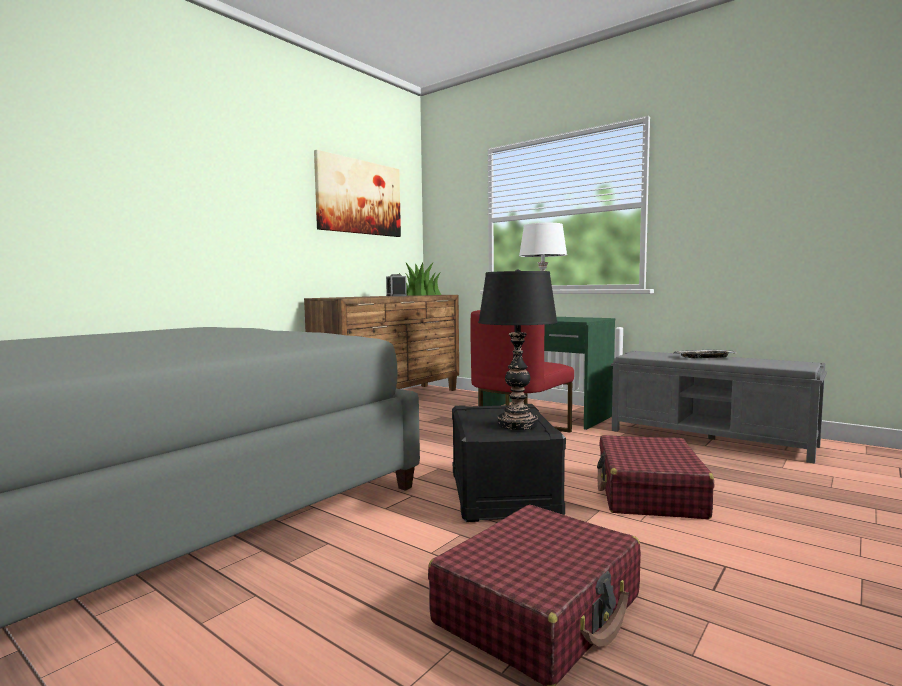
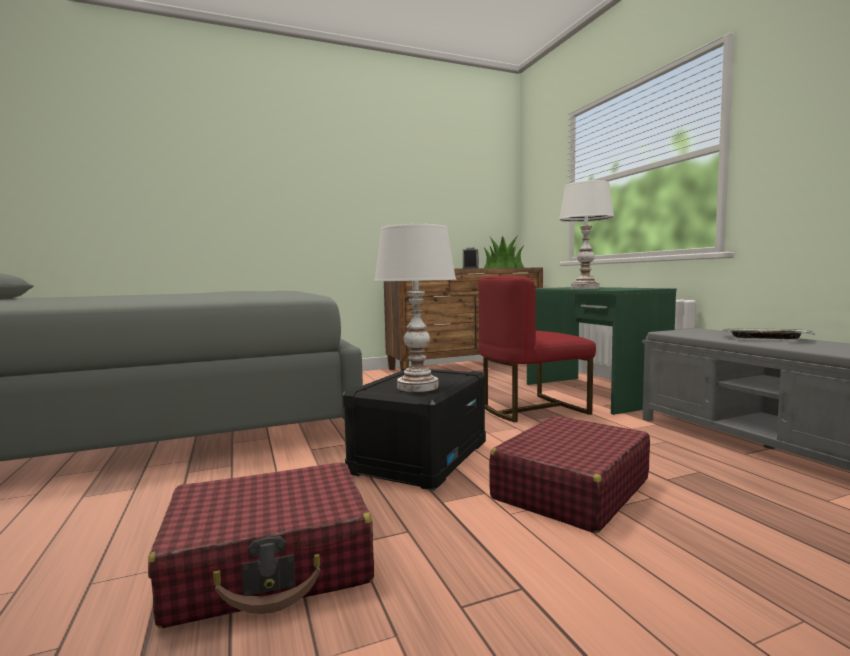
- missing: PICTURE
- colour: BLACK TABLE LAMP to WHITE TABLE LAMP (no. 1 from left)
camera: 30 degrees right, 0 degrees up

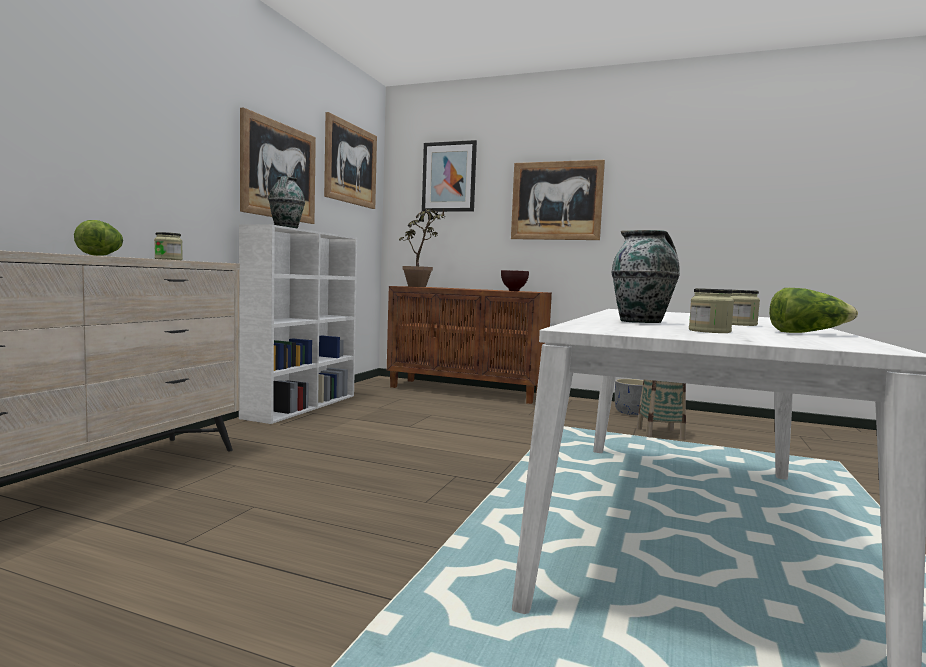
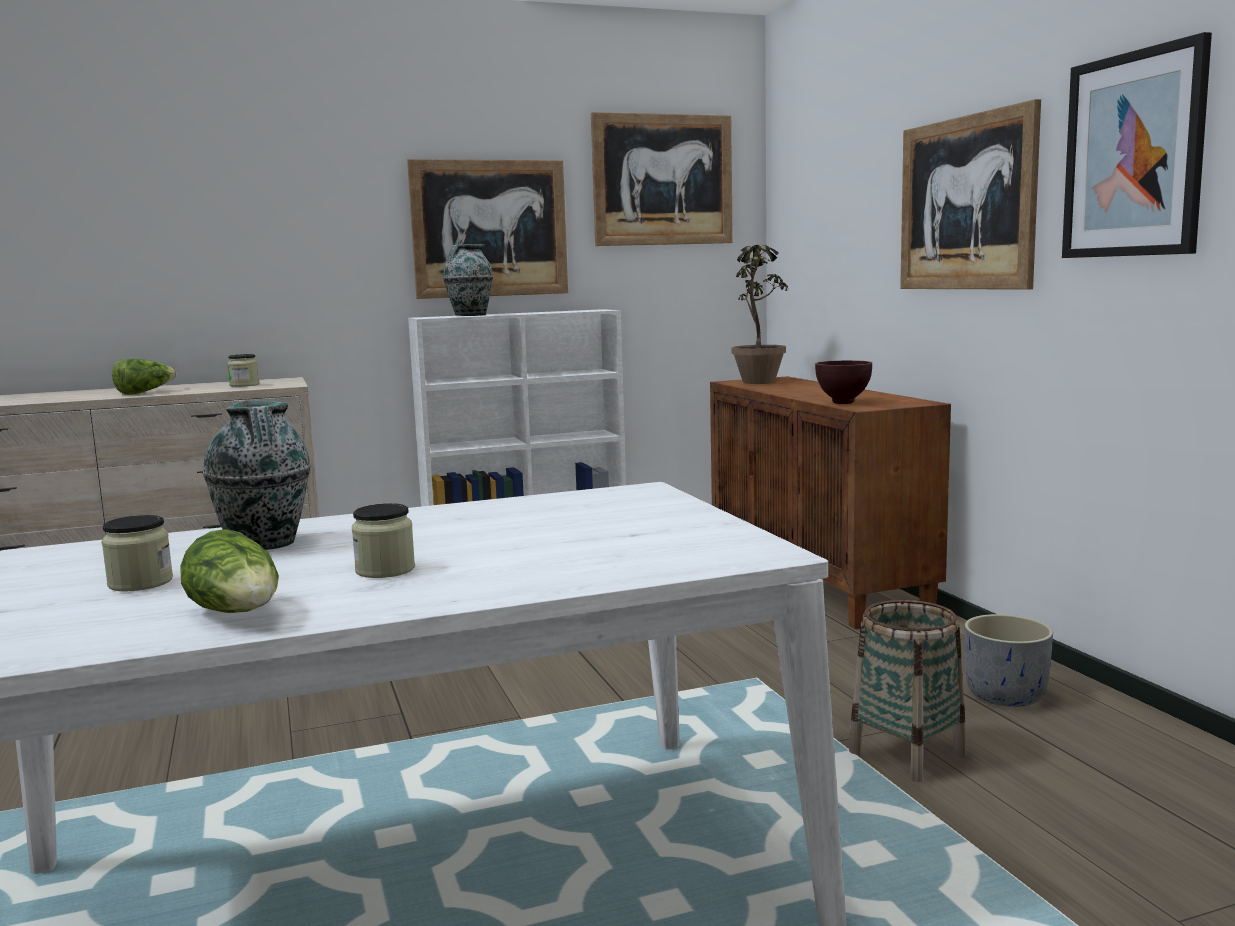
- relocated: PICTURE (no. 3 from left in the first image) to PICTURE (no. 4 from left)
camera: 50 degrees right, 5 degrees up

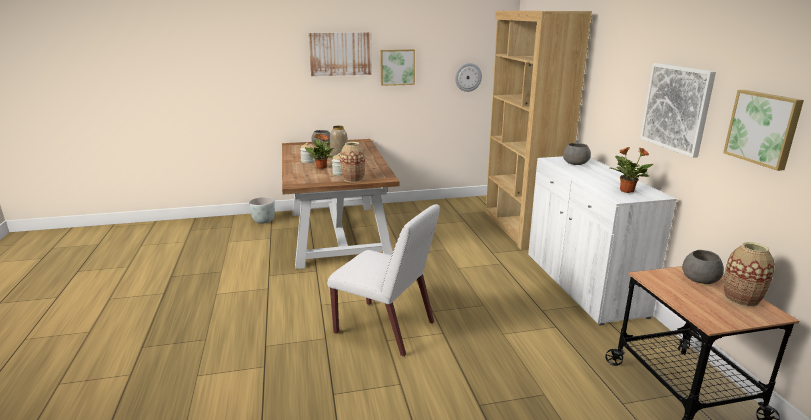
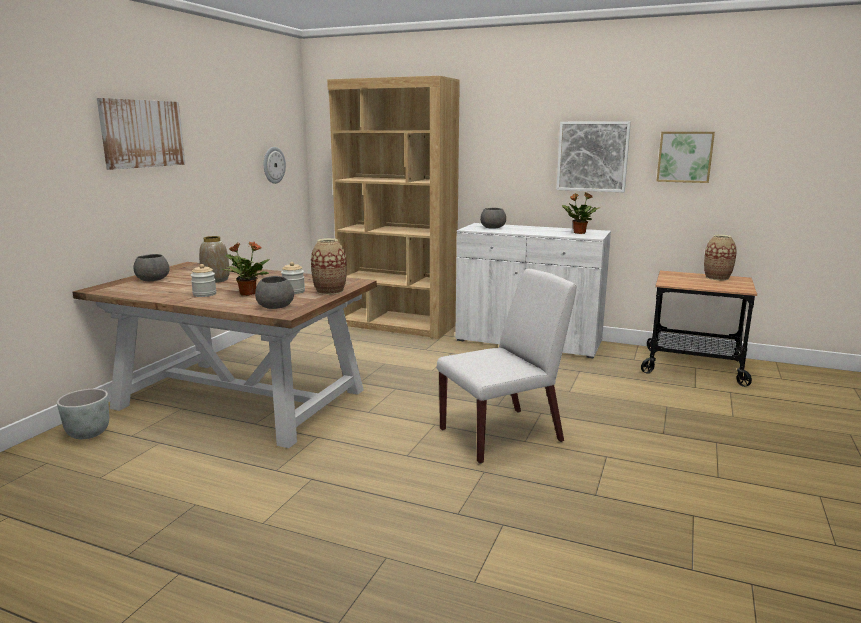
- missing: PICTURE (no. 2 from left)
- relocated: GREY BOWL (no. 3 from left in the first image) to GREY BOWL (no. 2 from left)
camera: 55 degrees left, 5 degrees down

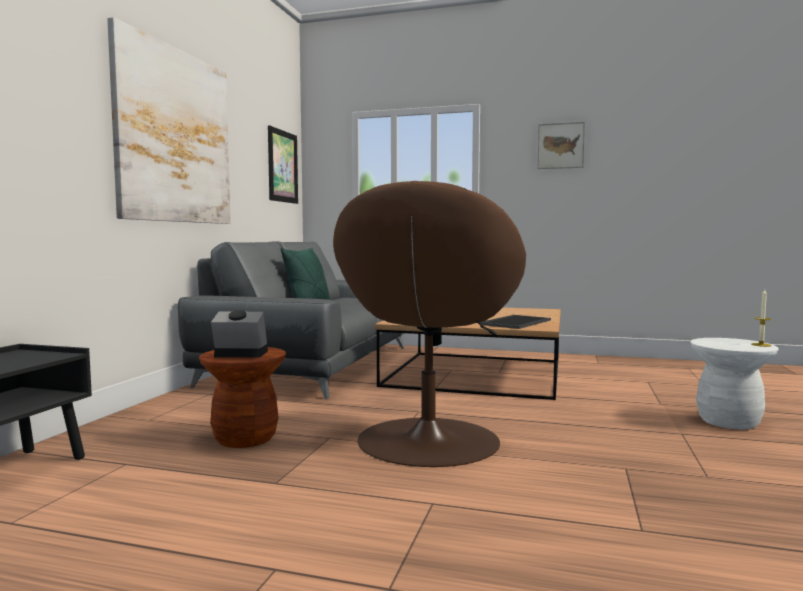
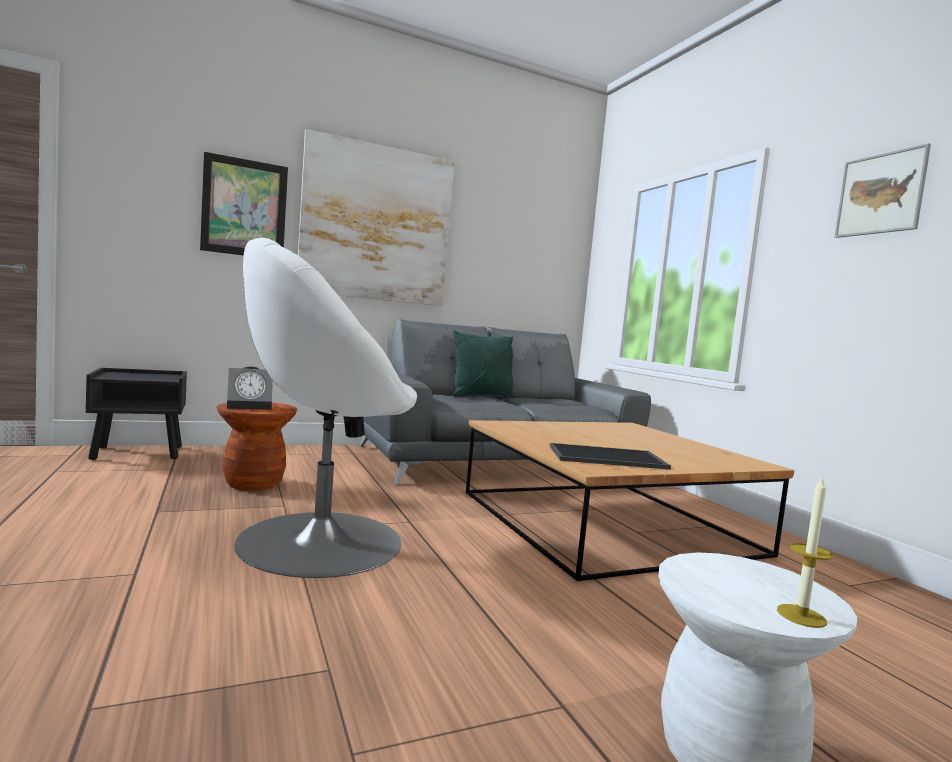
- relocated: PICTURE (no. 2 from left in the first image) to PICTURE (no. 1 from left)
- colour: BROWN ARMCHAIR to WHITE ARMCHAIR
- spun: ALARM CLOCK 105 degrees clockwise
camera: 50 degrees right, 0 degrees up

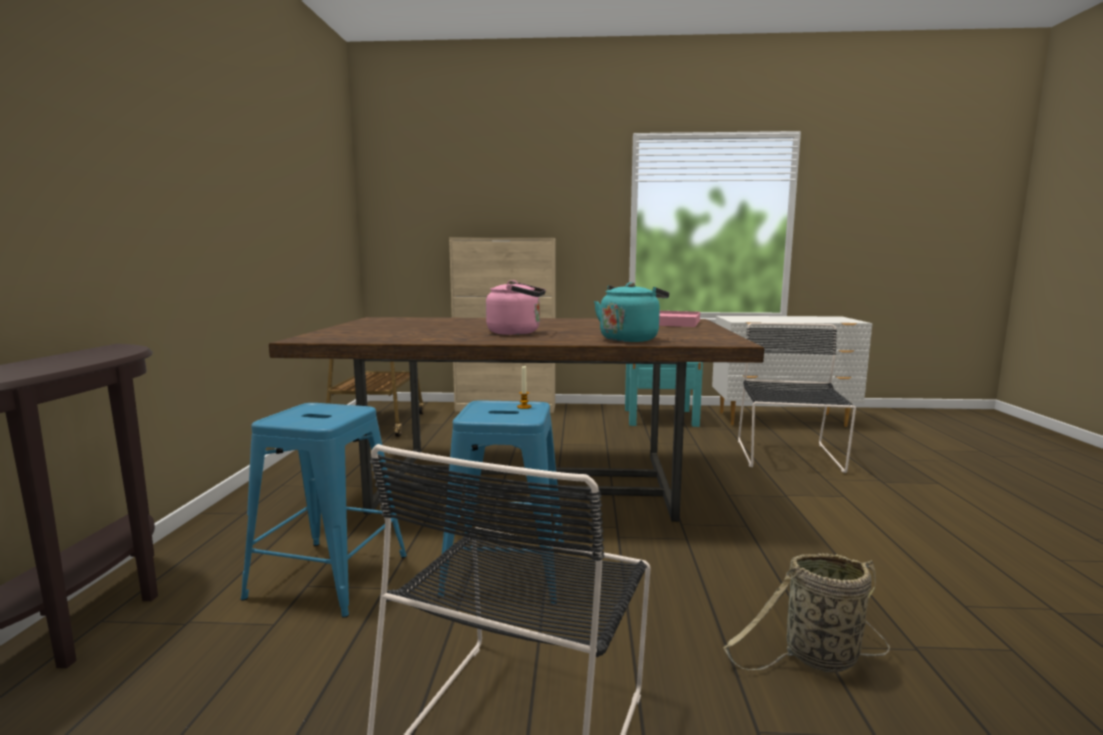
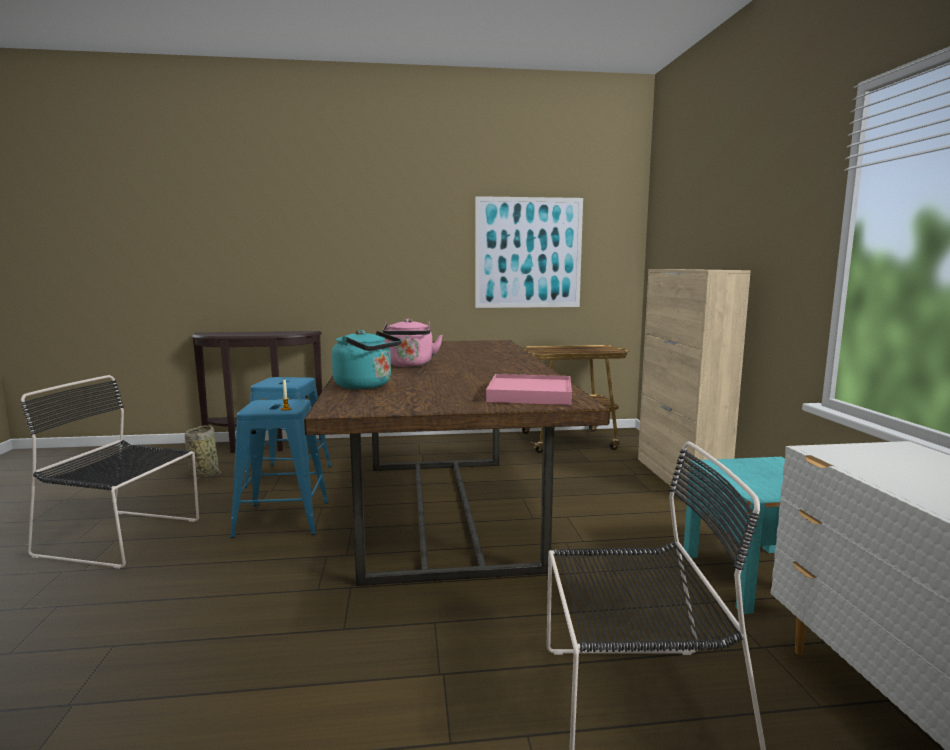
- appeared: PICTURE
- relocated: BASKET
camera: 80 degrees right, 0 degrees up

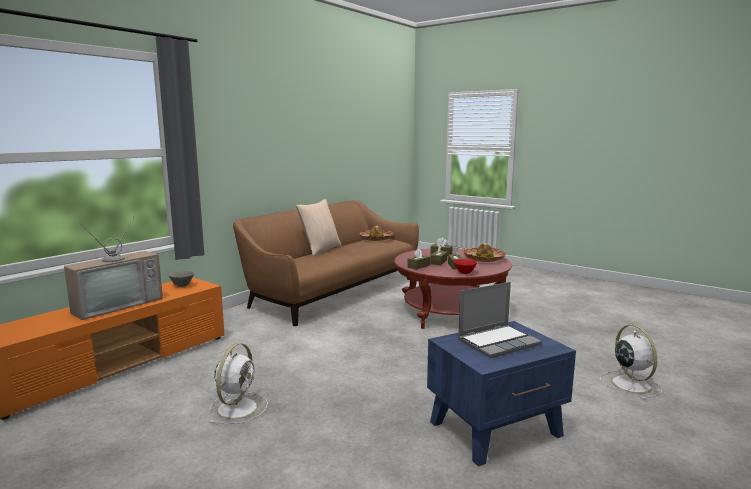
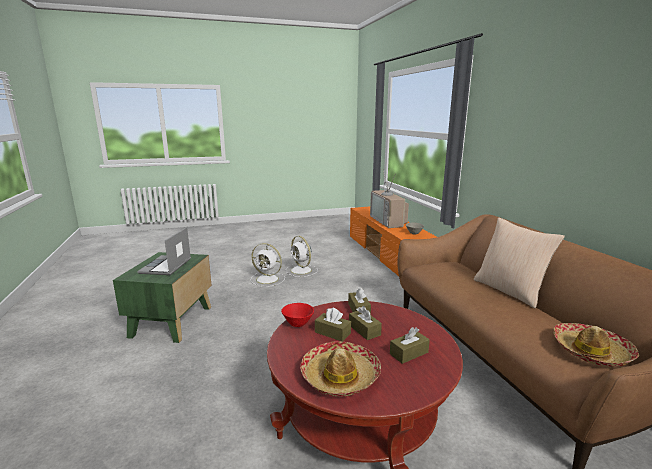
- relocated: WHITE FAN (no. 2 from left in the first image) to WHITE FAN (no. 1 from left)
- colour: BLUE SIDE TABLE to GREEN SIDE TABLE
camera: 125 degrees right, 5 degrees up

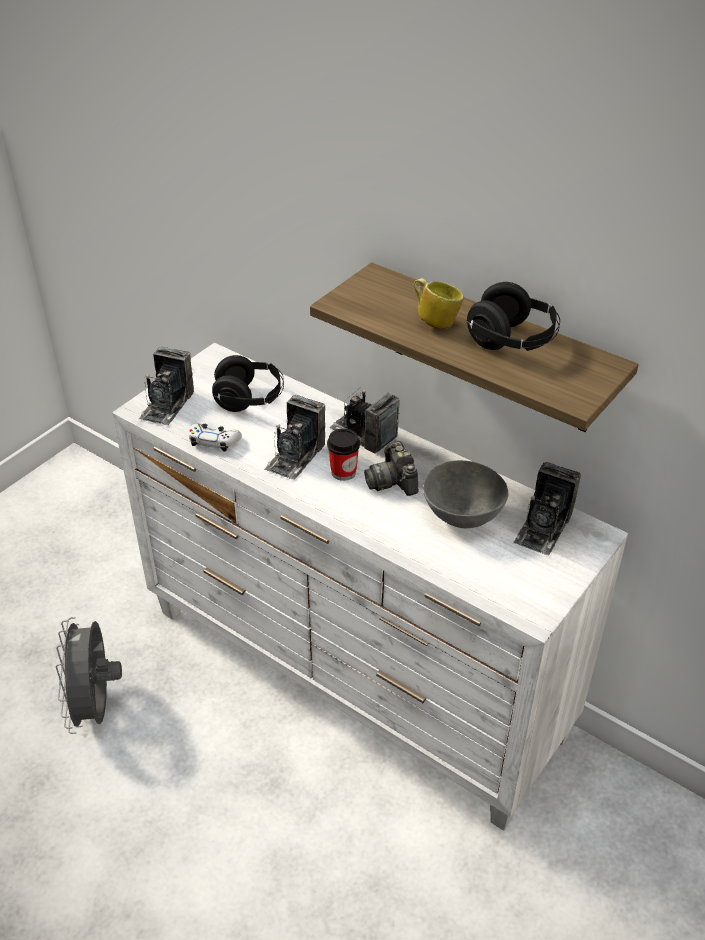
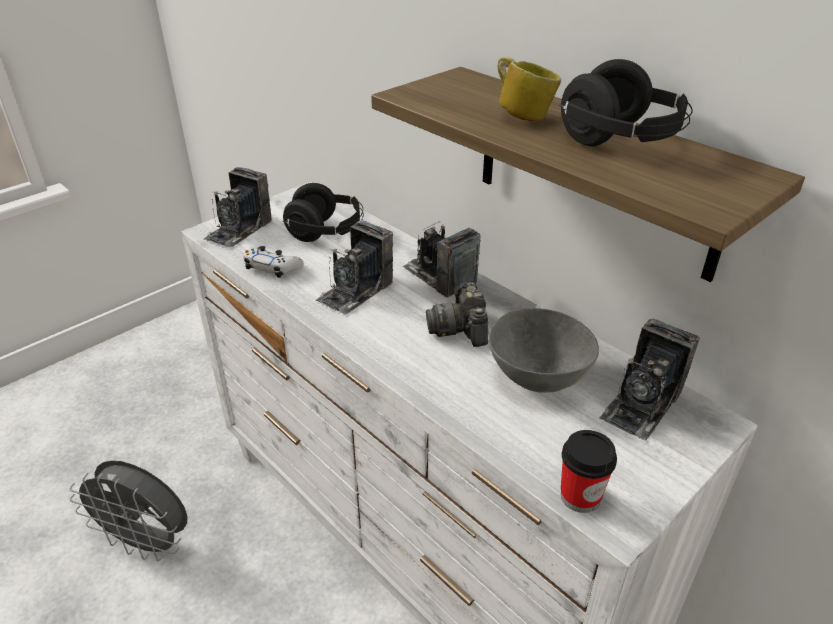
- relocated: CUP
- spun: GREY FAN 75 degrees counterclockwise
camera: 10 degrees right, 5 degrees down

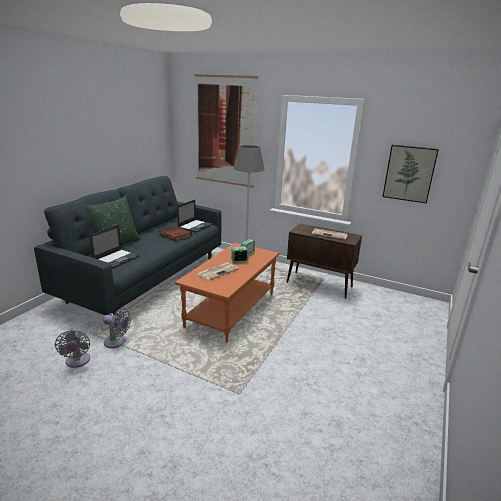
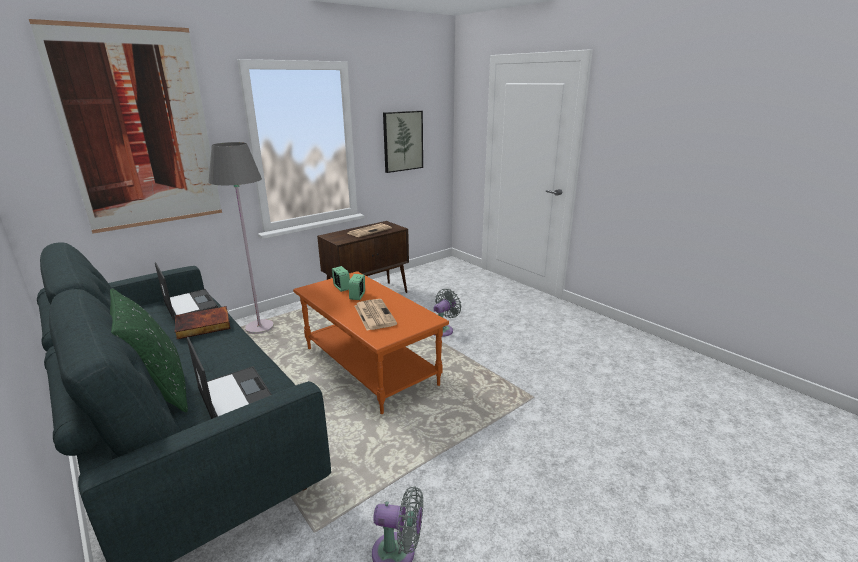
- relocated: GREY FAN (no. 2 from left)
camera: 65 degrees left, 0 degrees up

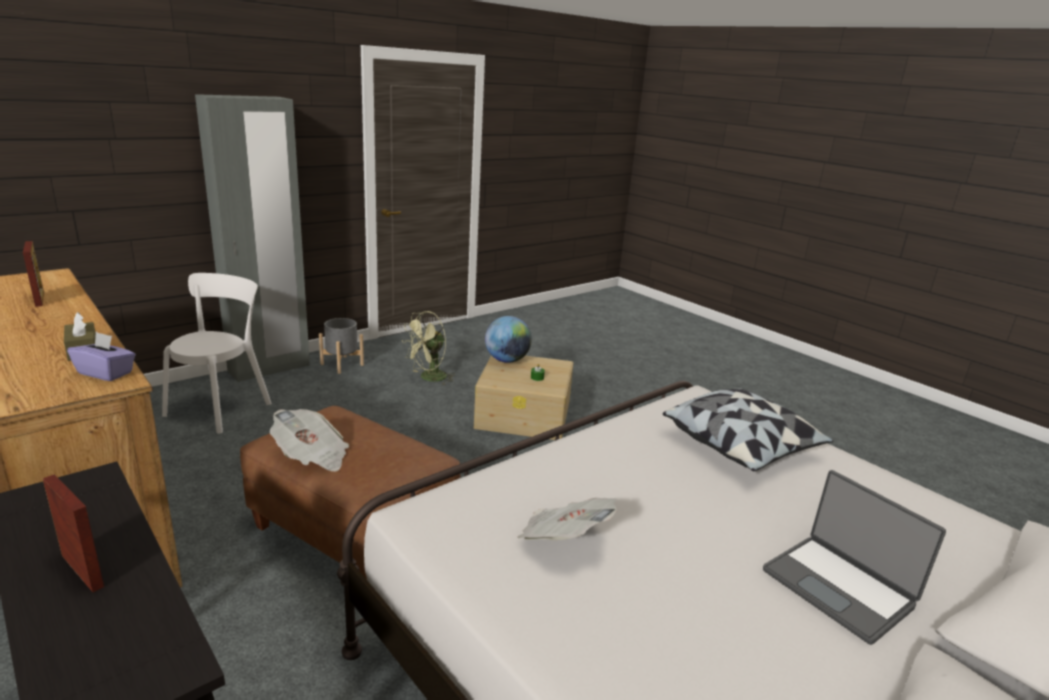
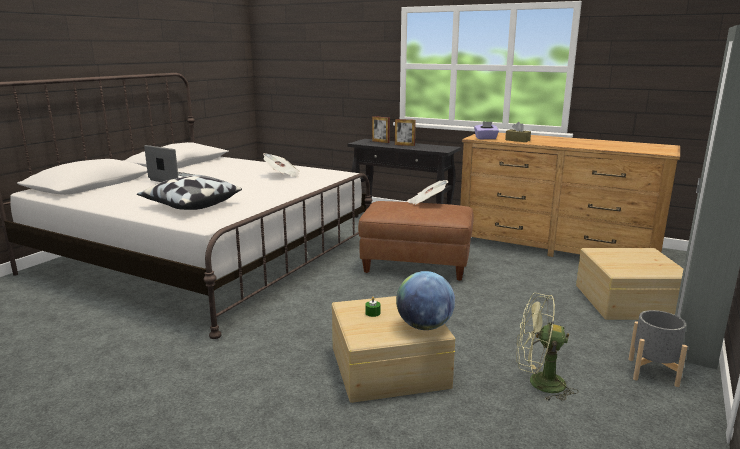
- relocated: PICTURE FRAME (no. 1 from left)
- exchanged: WHITE CHAIR to BEIGE STORAGE BOX (no. 2 from left)
- spun: GREEN FAN 105 degrees counterclockwise
camera: 160 degrees right, 5 degrees down

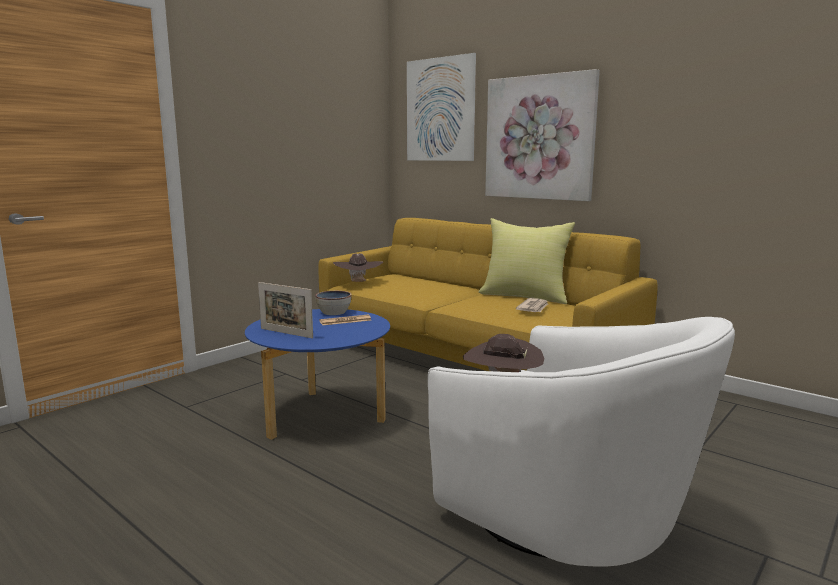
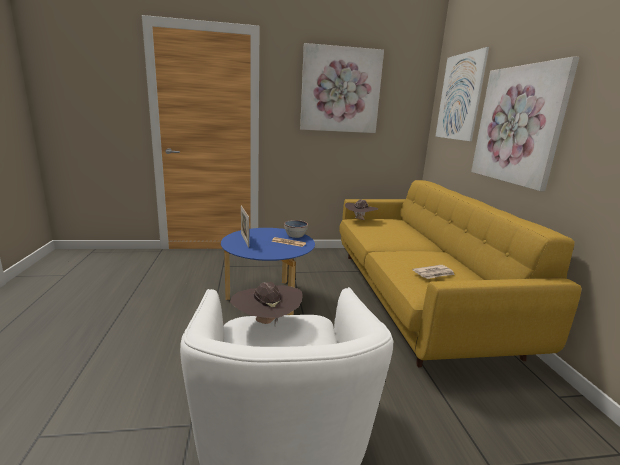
- missing: YELLOW PILLOW
- appeared: PICTURE (no. 1 from left)
camera: 40 degrees right, 5 degrees up

